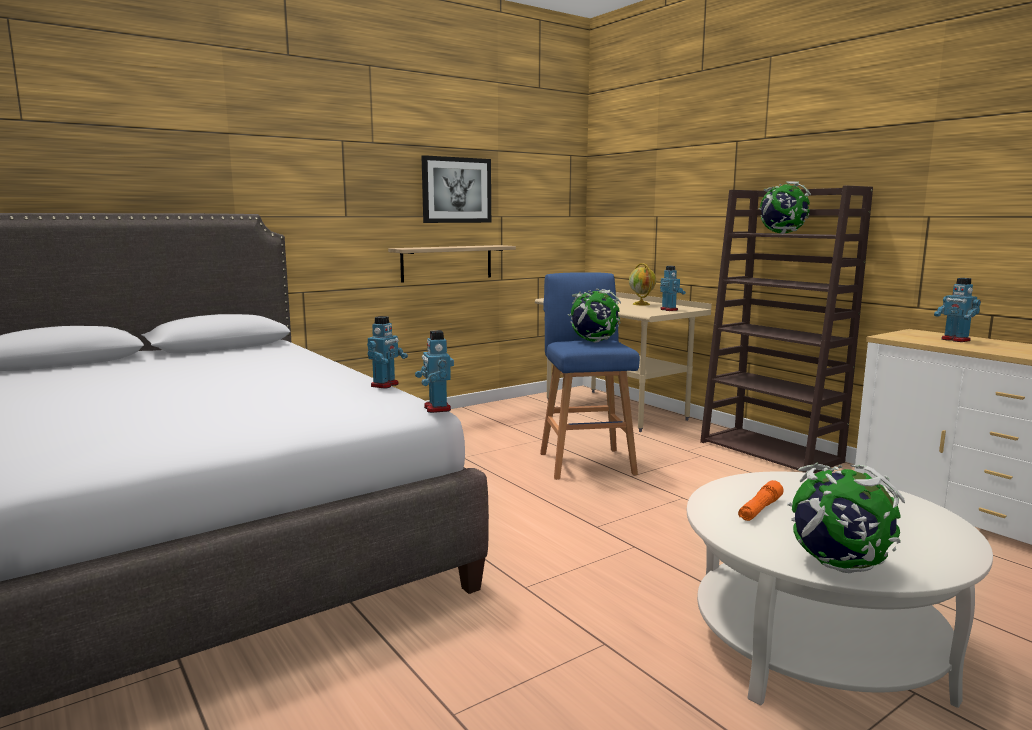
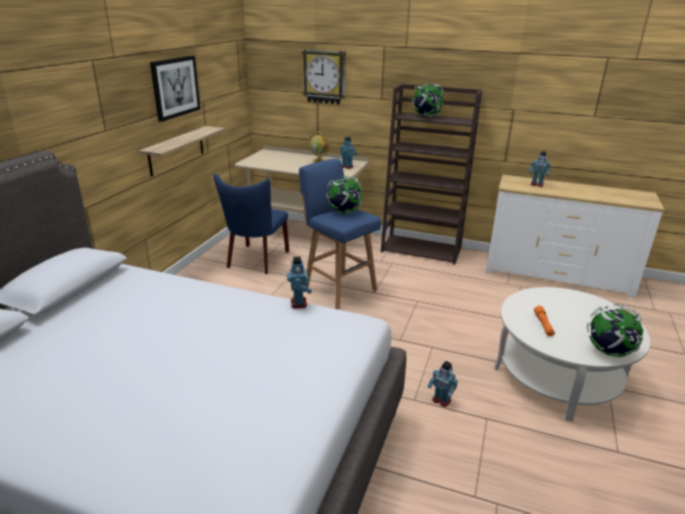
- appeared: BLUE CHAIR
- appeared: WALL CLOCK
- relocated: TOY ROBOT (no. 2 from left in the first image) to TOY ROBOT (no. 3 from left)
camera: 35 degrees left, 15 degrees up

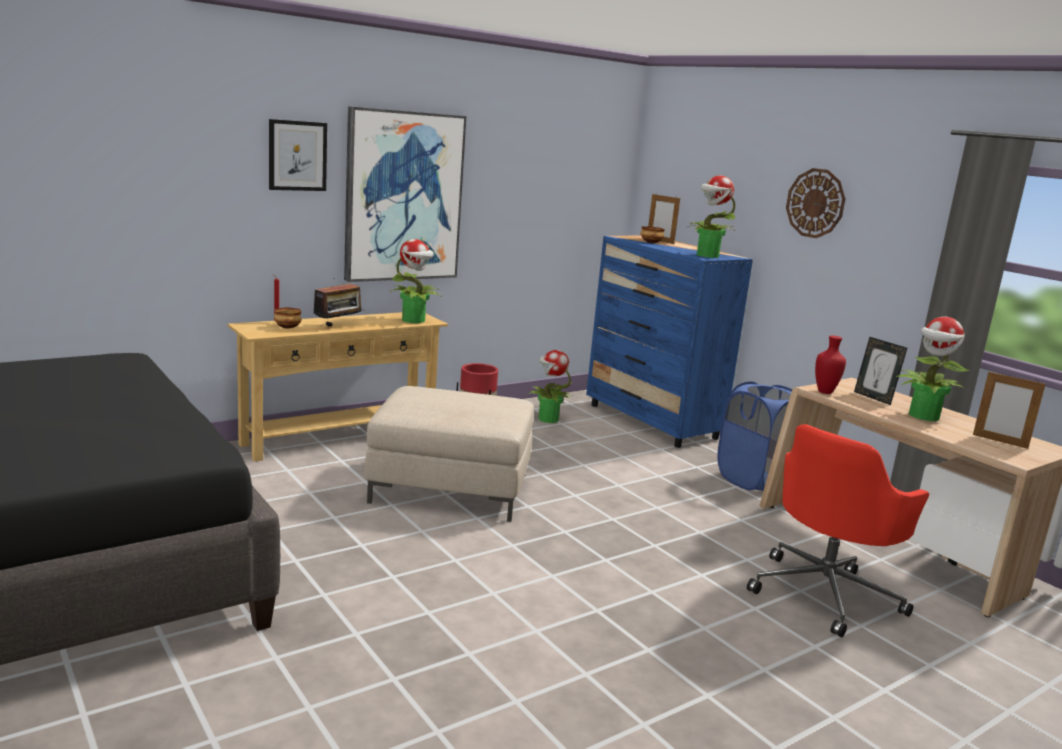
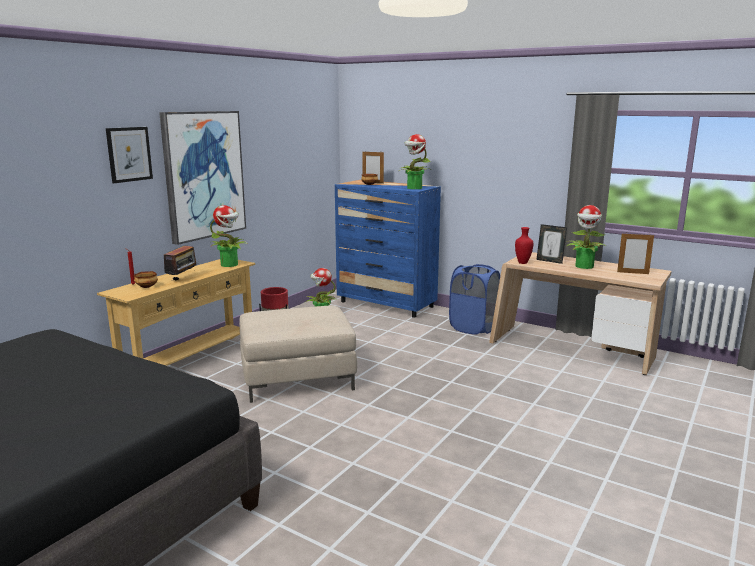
- missing: RED OFFICE CHAIR
- missing: WALL CLOCK
camera: 20 degrees left, 0 degrees up

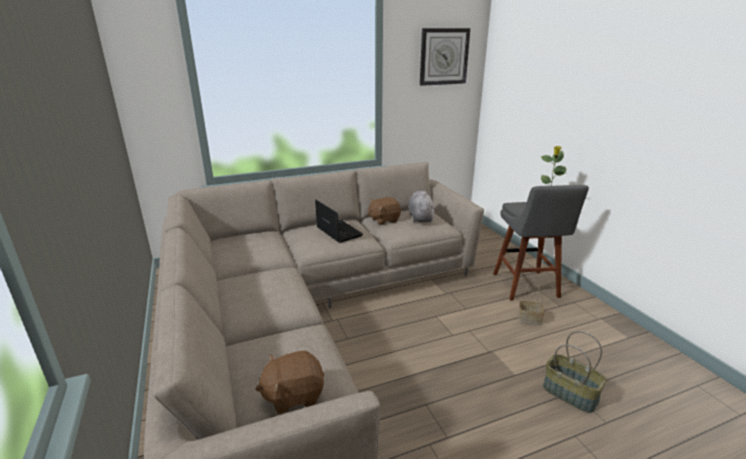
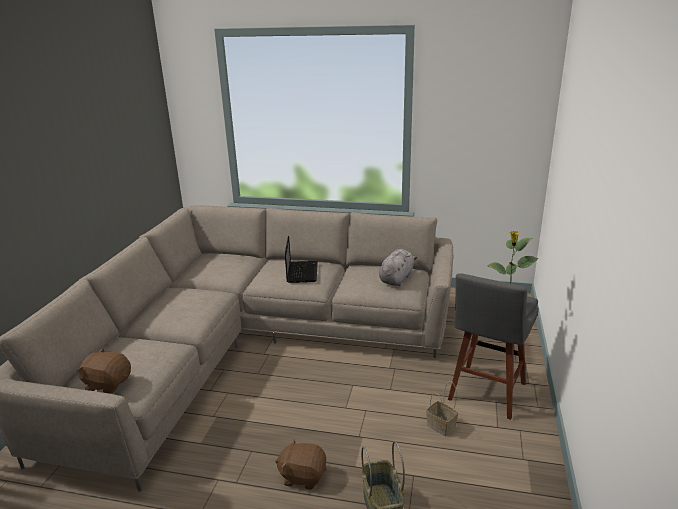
- missing: WALL CLOCK
- relocated: BROWN PLUSH TOY (no. 2 from left)
camera: 35 degrees right, 0 degrees up

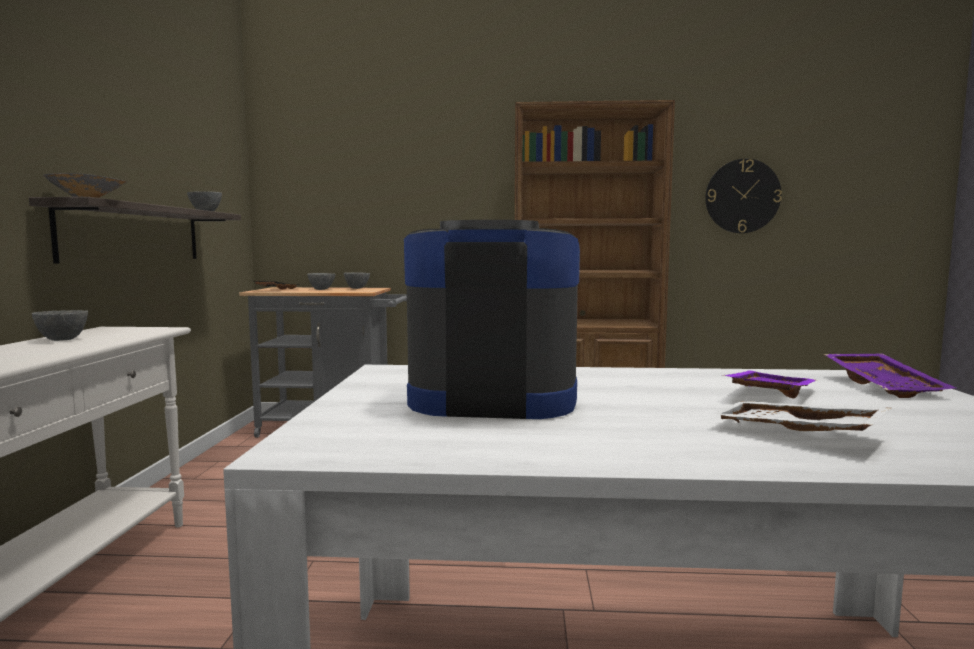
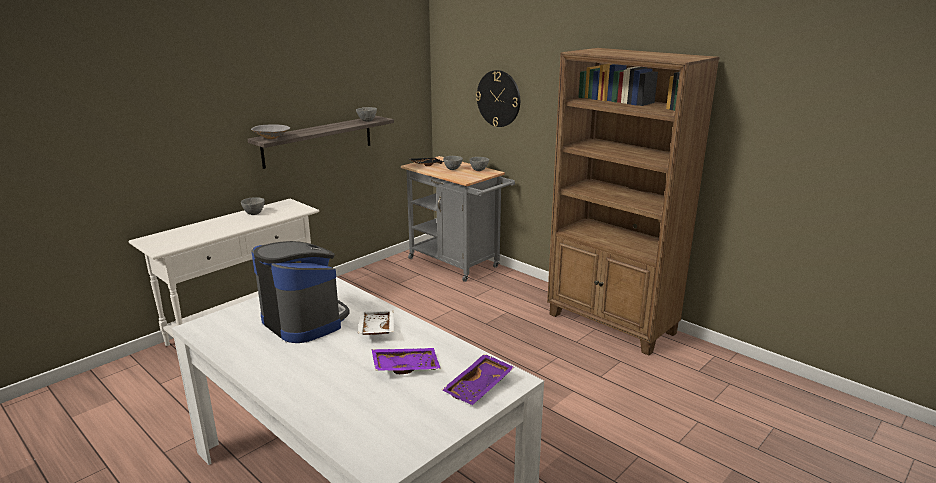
- relocated: WALL CLOCK
- relocated: WHITE TRAY
camera: 40 degrees right, 15 degrees up

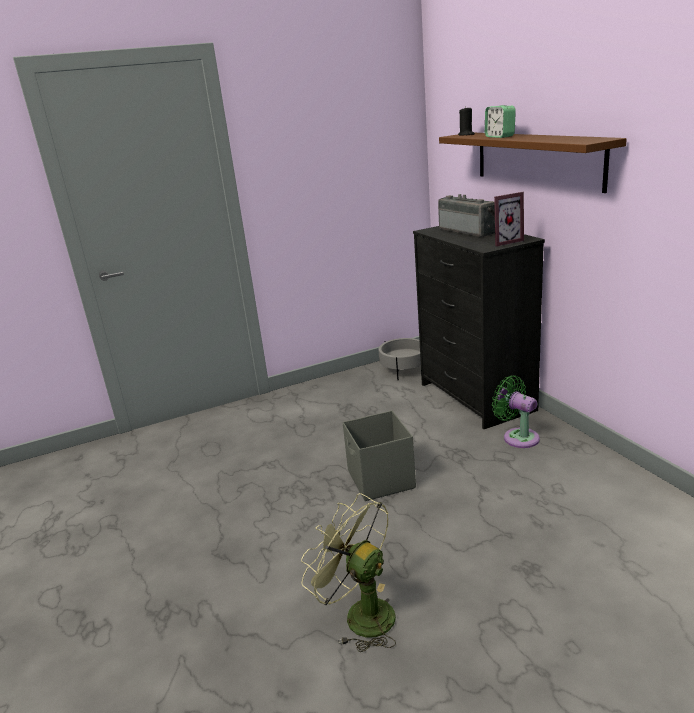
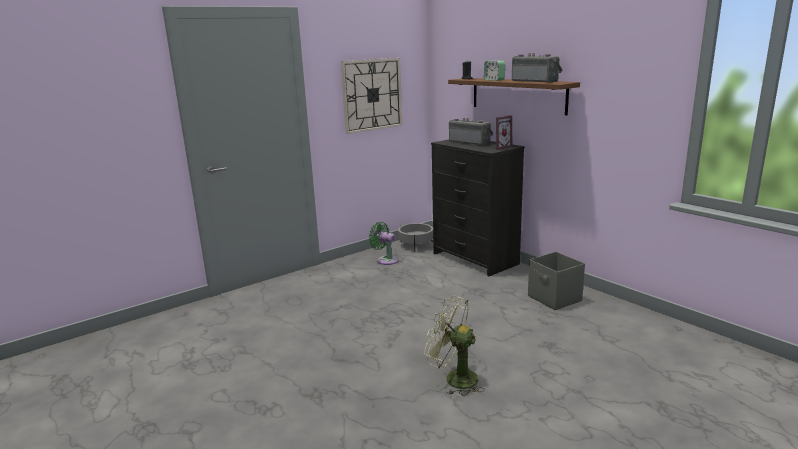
- appeared: WALL CLOCK
- appeared: RADIO (no. 2 from left)
- relocated: GREY STORAGE BOX
- relocated: GREEN FAN (no. 2 from left in the first image) to GREEN FAN (no. 1 from left)
camera: 15 degrees left, 5 degrees down

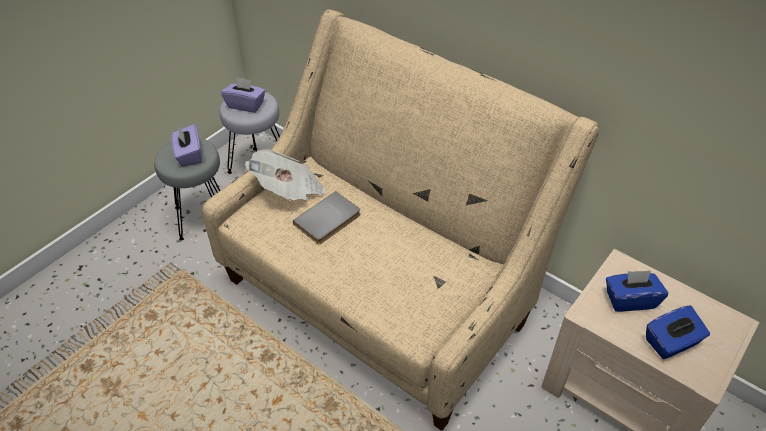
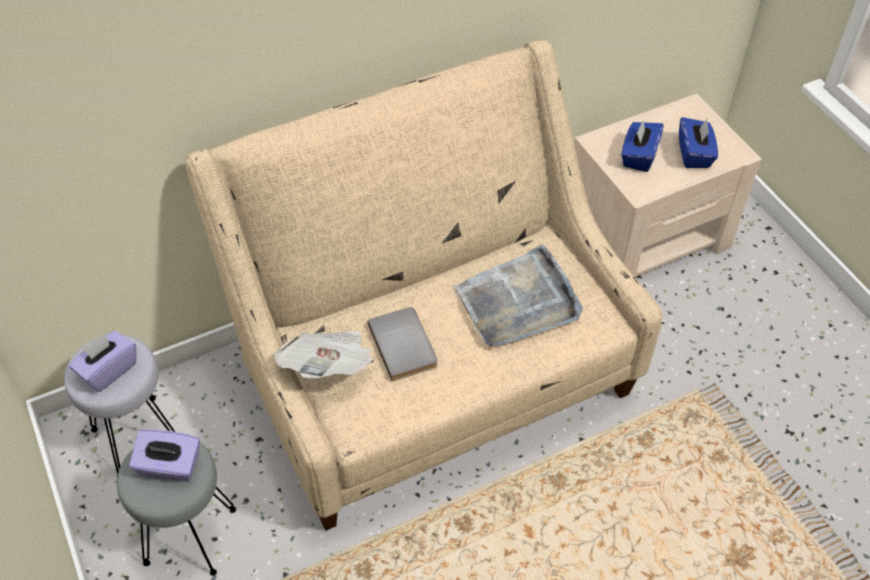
- appeared: GREY TRAY
camera: 65 degrees left, 5 degrees up

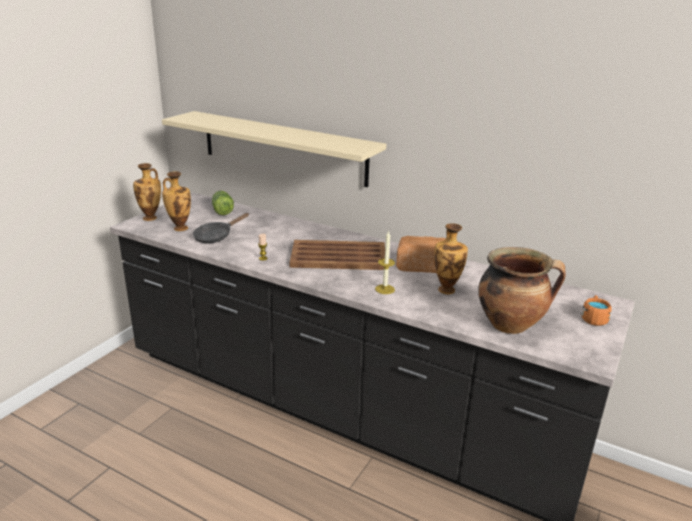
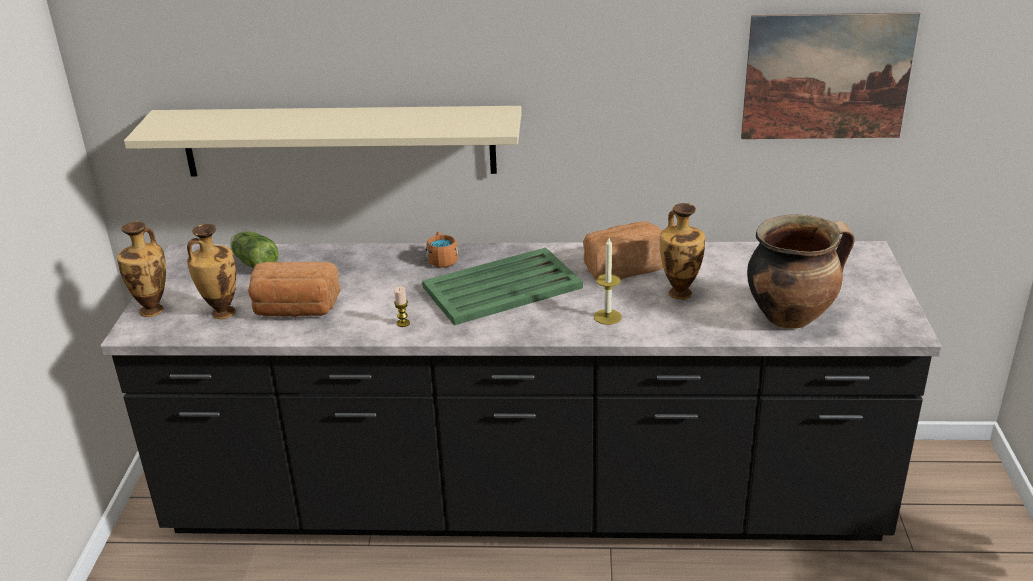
- appeared: PICTURE
- relocated: ORANGE MUG
- exchanged: BLACK FRYING PAN to BREAD (no. 1 from left)
- colour: BROWN TRAY to GREEN TRAY
camera: 25 degrees left, 5 degrees up

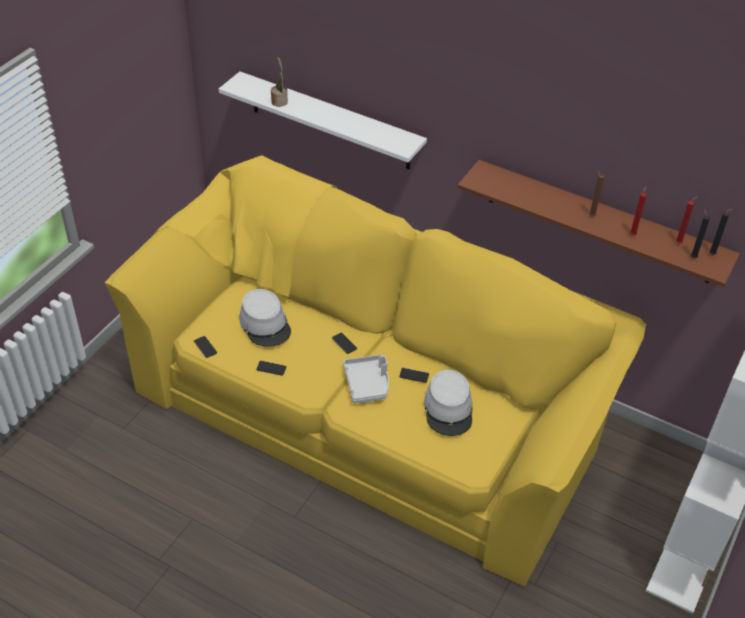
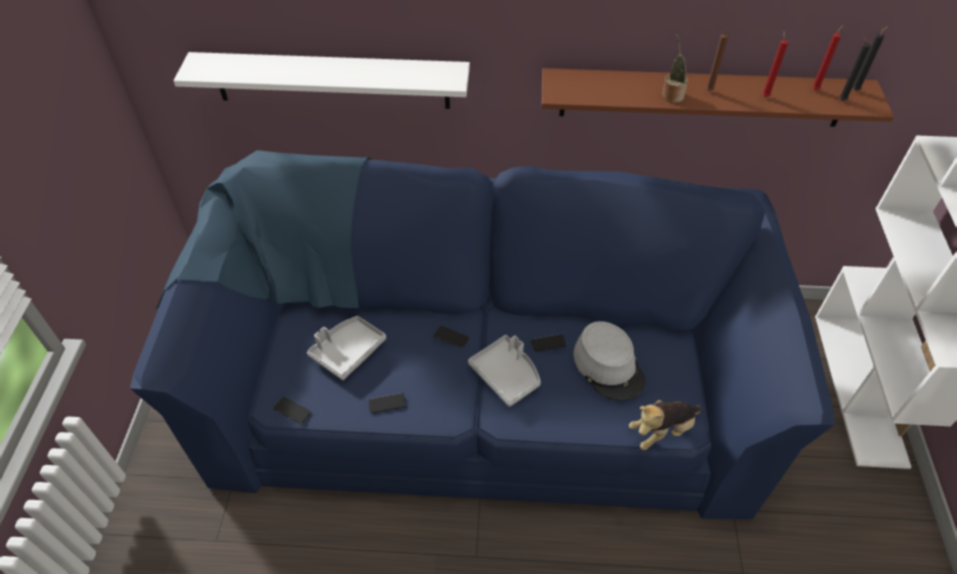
- appeared: PLUSH TOY
- relocated: POTTED PLANT
- exchanged: GREY HAT (no. 1 from left) to GREY TRAY (no. 1 from left)
- colour: YELLOW SOFA to BLUE SOFA
camera: 25 degrees left, 5 degrees up

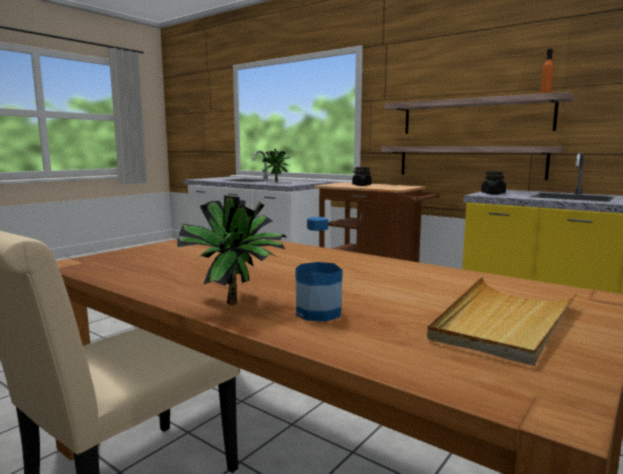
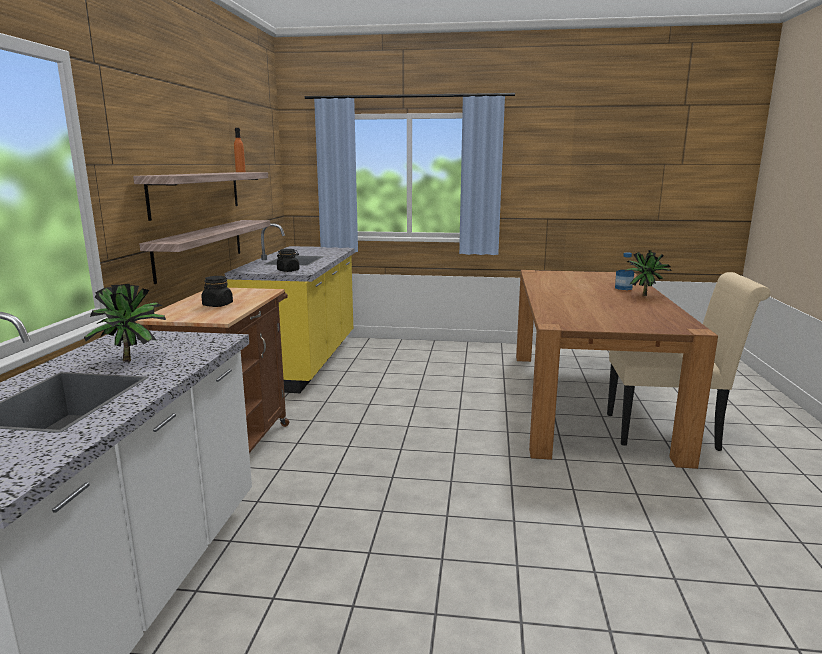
- missing: BEIGE TRAY
camera: 120 degrees left, 5 degrees up

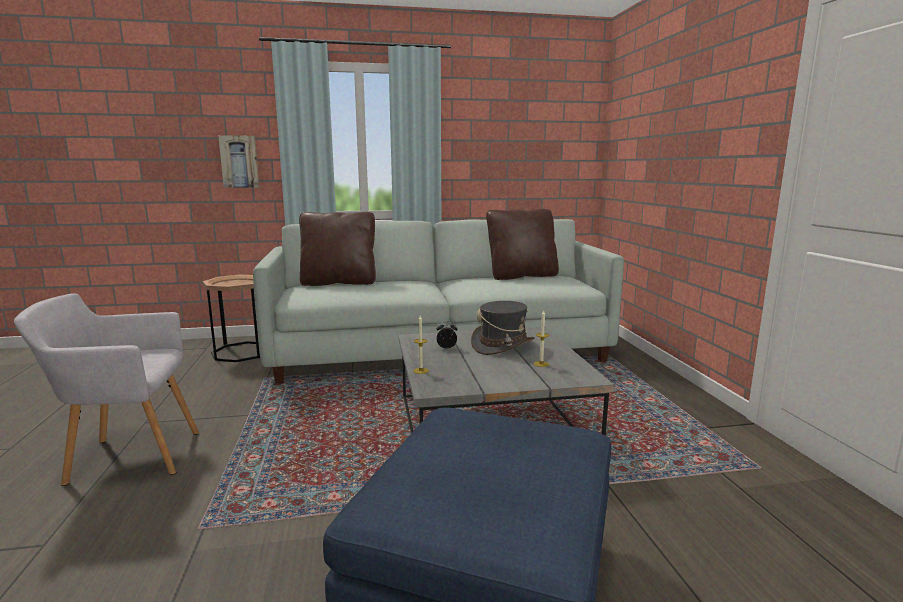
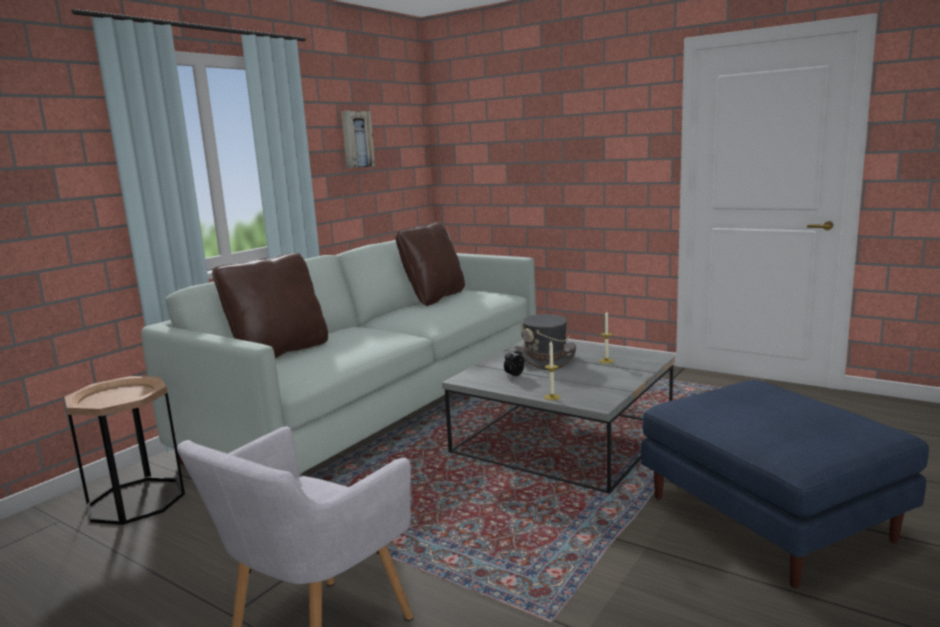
- relocated: PICTURE
camera: 45 degrees left, 0 degrees up

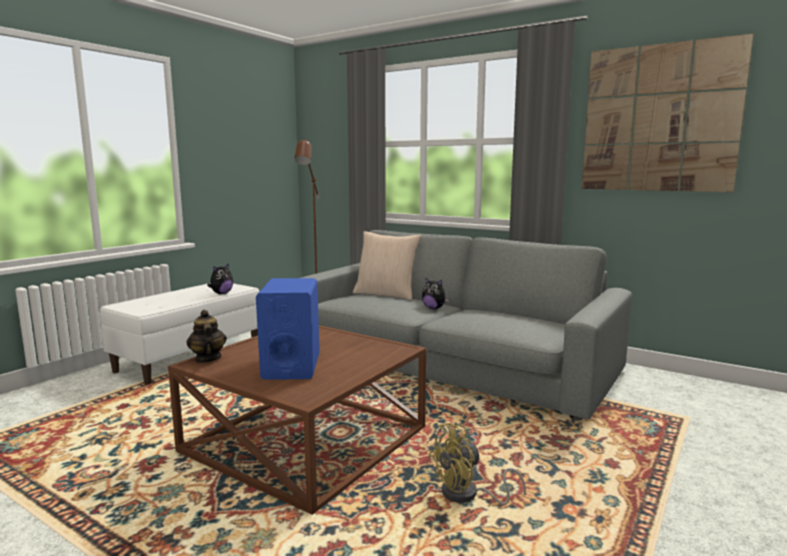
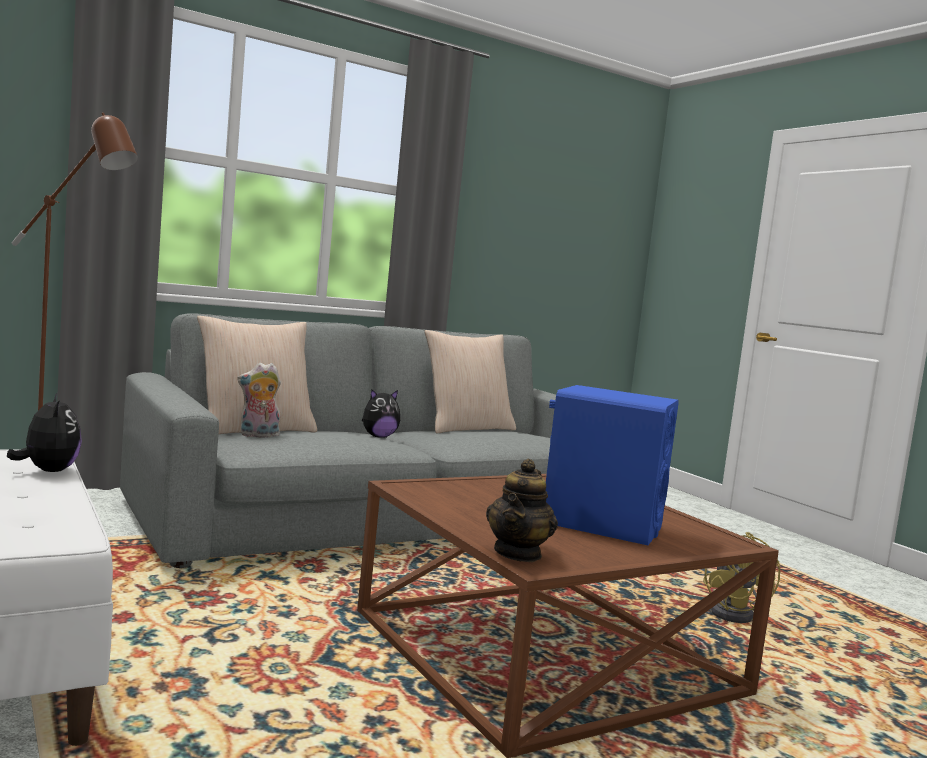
- missing: PICTURE
- appeared: PLUSH TOY (no. 2 from left)
- appeared: BEIGE PILLOW (no. 2 from left)
- spun: TEAPOT 75 degrees counterclockwise
camera: 65 degrees left, 5 degrees down

